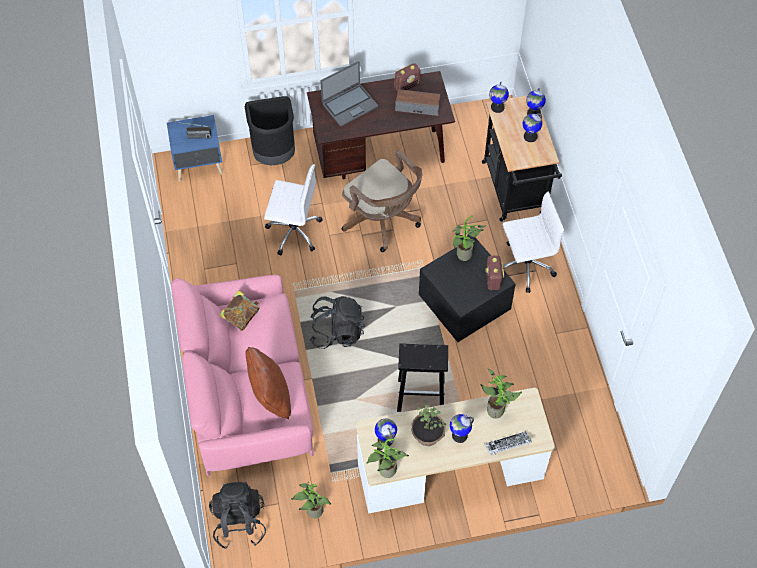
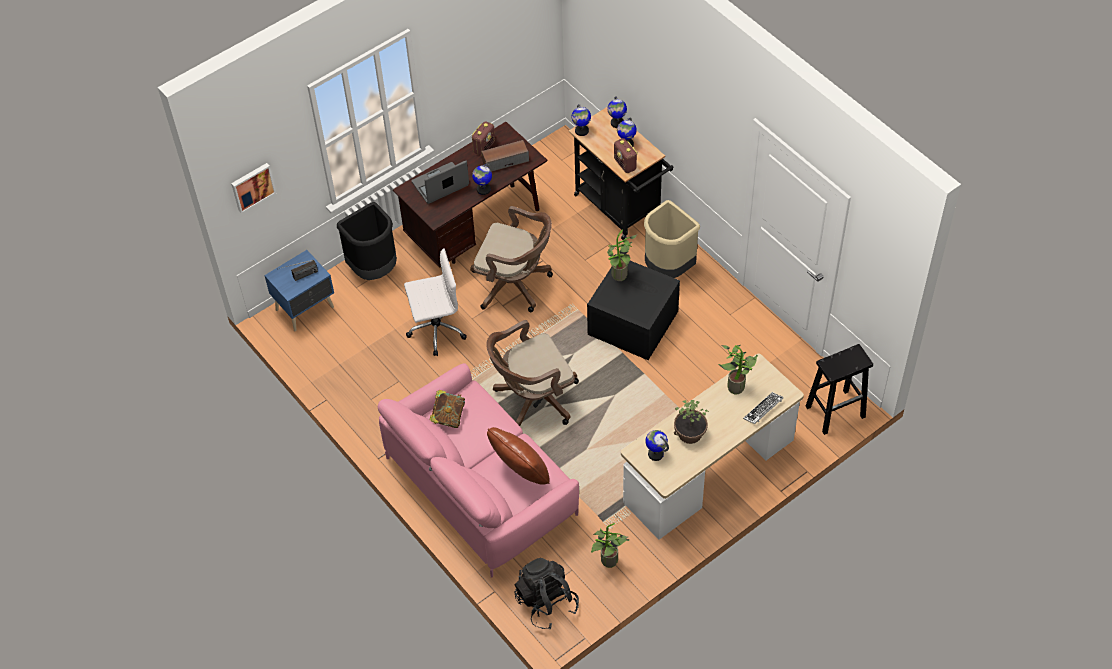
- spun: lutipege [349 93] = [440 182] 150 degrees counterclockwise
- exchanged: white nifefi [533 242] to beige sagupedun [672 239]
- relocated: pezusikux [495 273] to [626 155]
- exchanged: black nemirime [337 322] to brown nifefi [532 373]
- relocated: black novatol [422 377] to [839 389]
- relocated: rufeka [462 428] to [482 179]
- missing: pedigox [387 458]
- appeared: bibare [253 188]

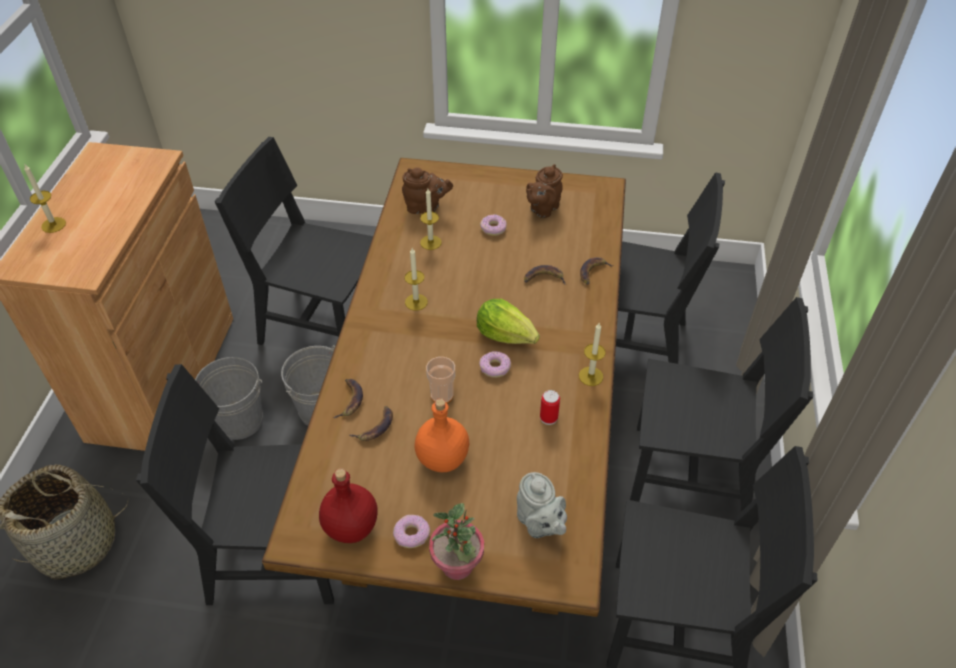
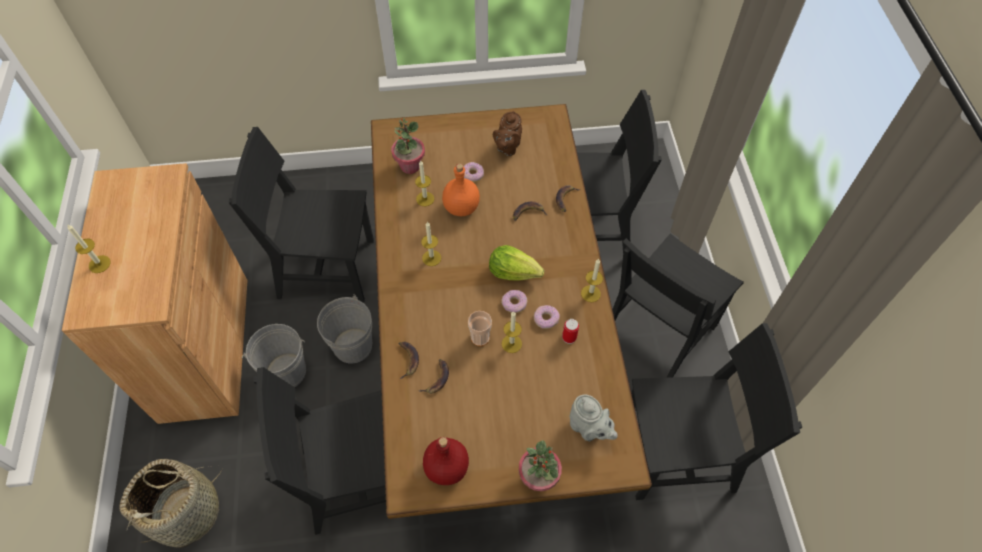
- exchanged: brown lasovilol [427 191] to pedigox [408 146]
- spun: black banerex [721 404] = [678 305] 135 degrees clockwise
- relocated: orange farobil [442 435] to [461 189]
- relocated: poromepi [411 531] to [547 317]
- appeared: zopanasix [512 332]

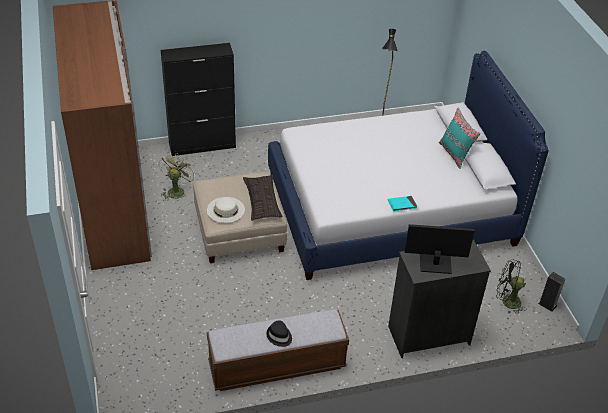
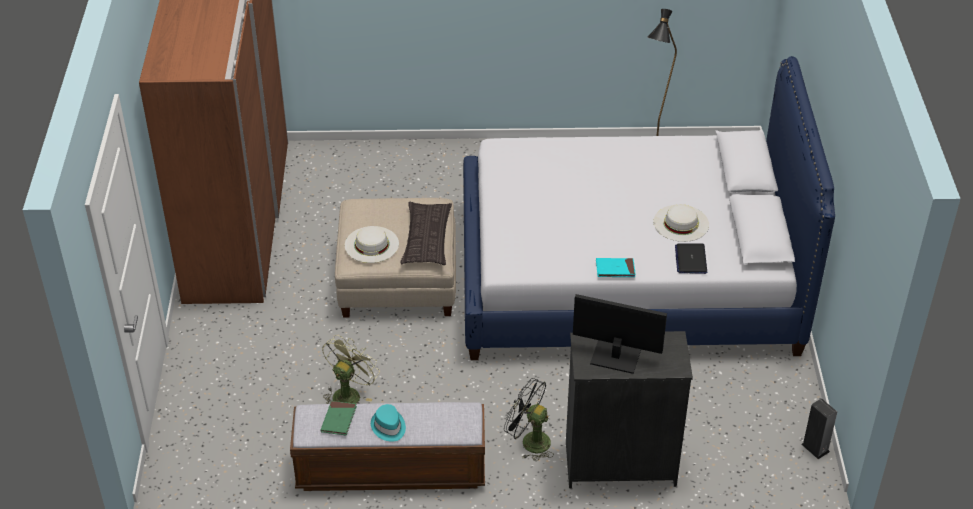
- missing: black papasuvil [198 99]
- missing: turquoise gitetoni [460 138]
- relocated: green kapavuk [177 177] to [351 369]
- relocated: black kapavuk [511 286] to [529 419]
- colour: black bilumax [279 333] to turquoise bilumax [388 423]
- appeared: white bilumax [681 223]
- appeared: lutipege [691 258]
- appeared: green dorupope [338 418]

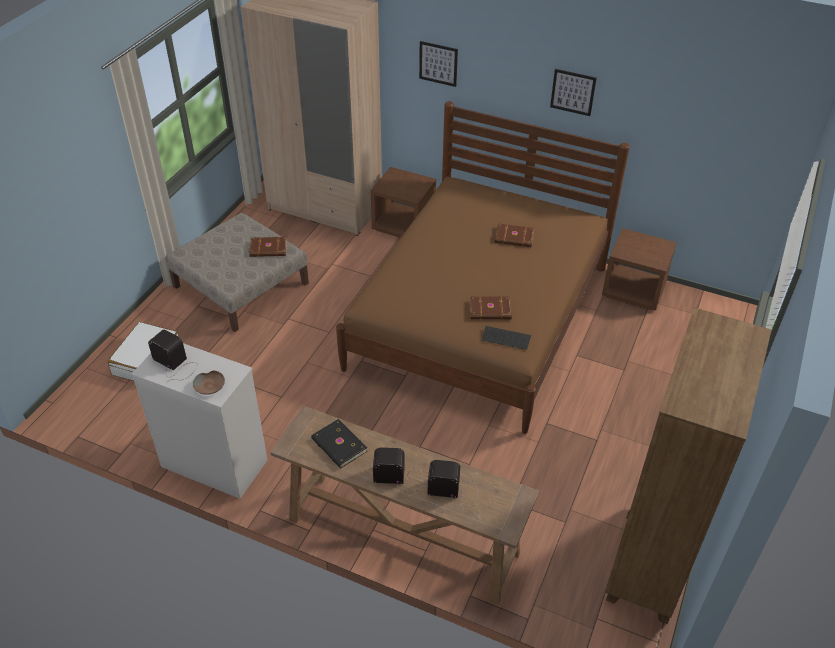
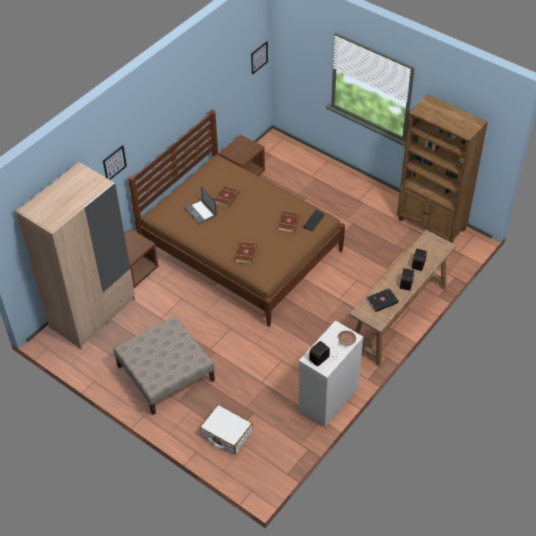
- relocated: bibare [573 92] to [259 58]
- relocated: brown dorupope [268 247] to [246 252]
- appeared: lutipege [201 205]

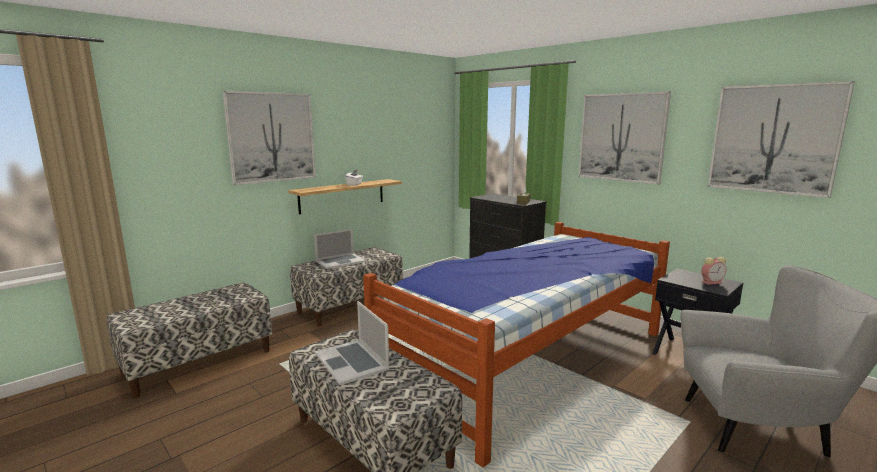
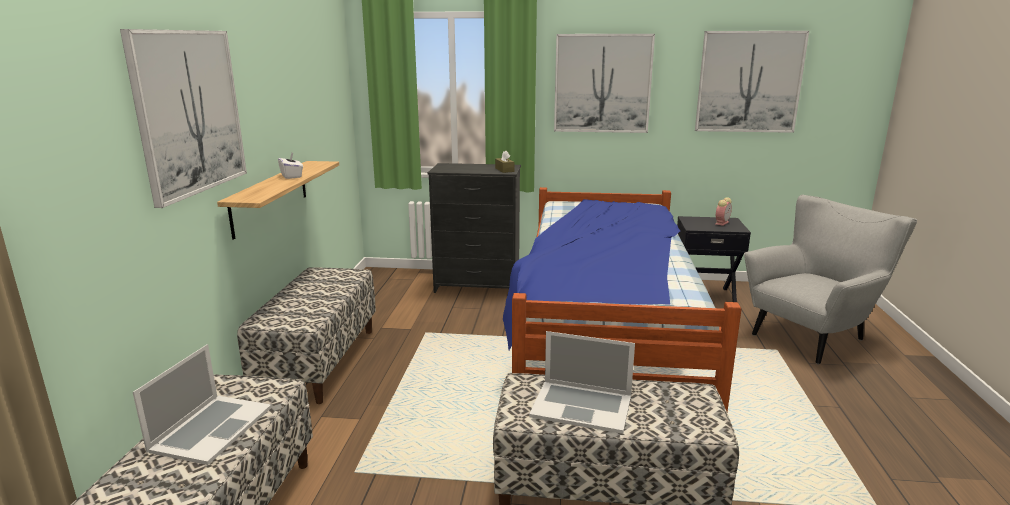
- relocated: lutipege [340 249] to [202 404]

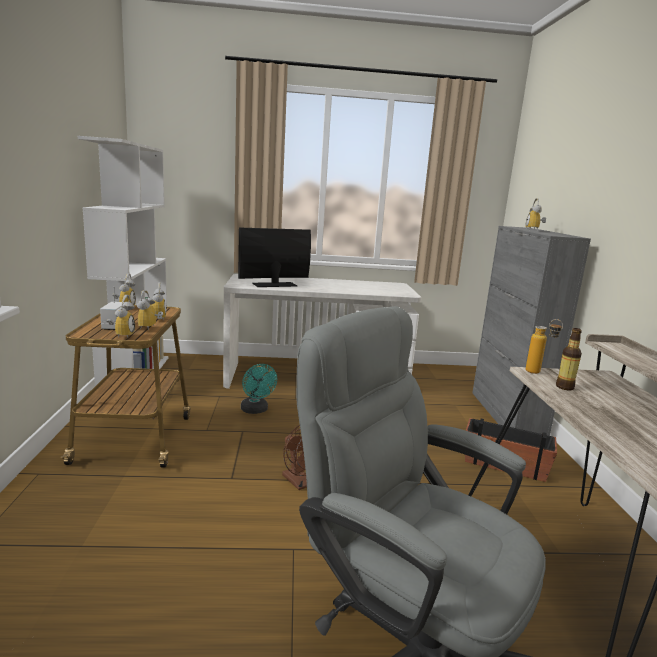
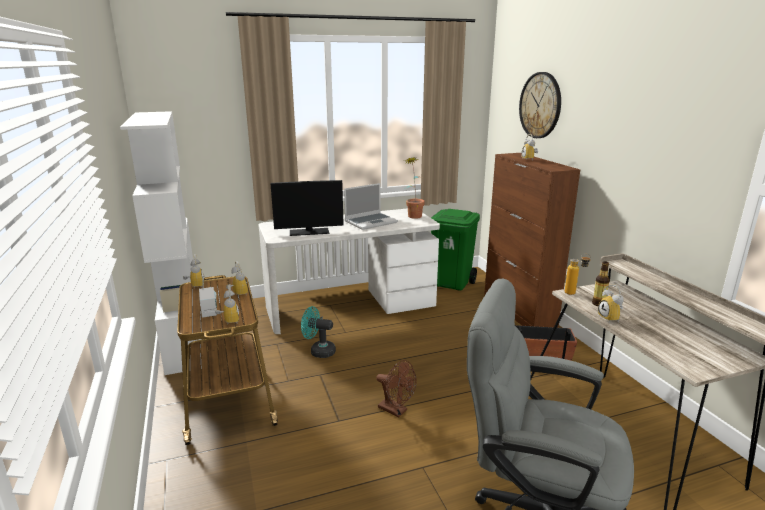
- colour: grey papasuvil [531 331] to brown papasuvil [532 240]
- spun: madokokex [274 257] = [307 208] 150 degrees counterclockwise
- relocated: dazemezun [150 310] to [611 303]
- spun: turquoise kapavuk [259 389] = [318 332] 150 degrees clockwise
- appeared: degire [540 105]
- appeared: pedigox [414 187]
- appeared: lutipege [371 206]
- appeared: green sagupedun [455 250]

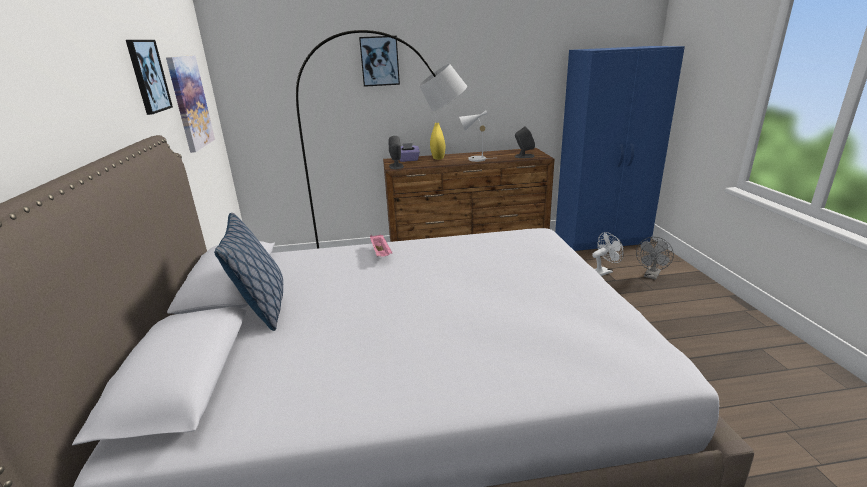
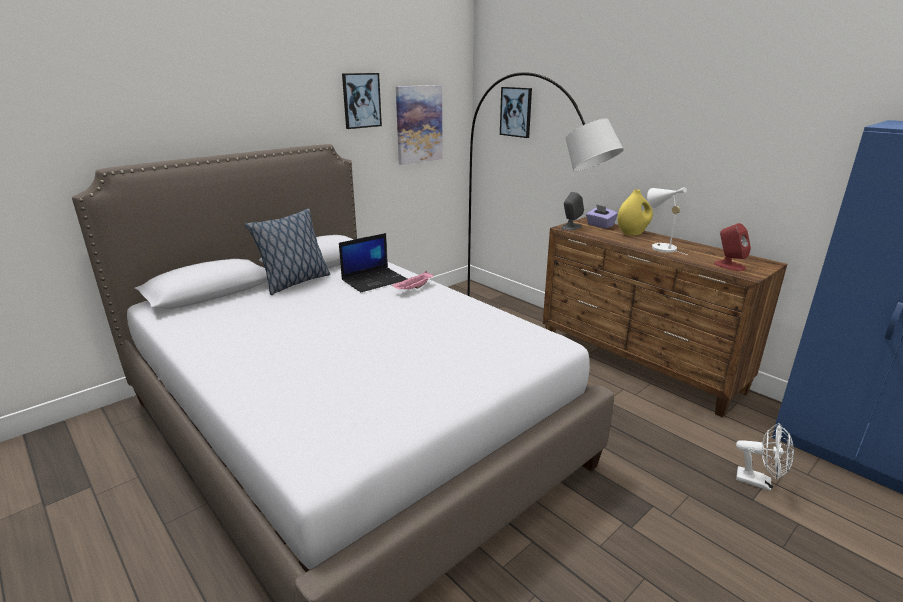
- relocated: bibare [379 61] to [516 112]
- colour: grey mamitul [525 142] to red mamitul [732 247]
- missing: grey kapavuk [655 258]
- appeared: lutipege [373 262]

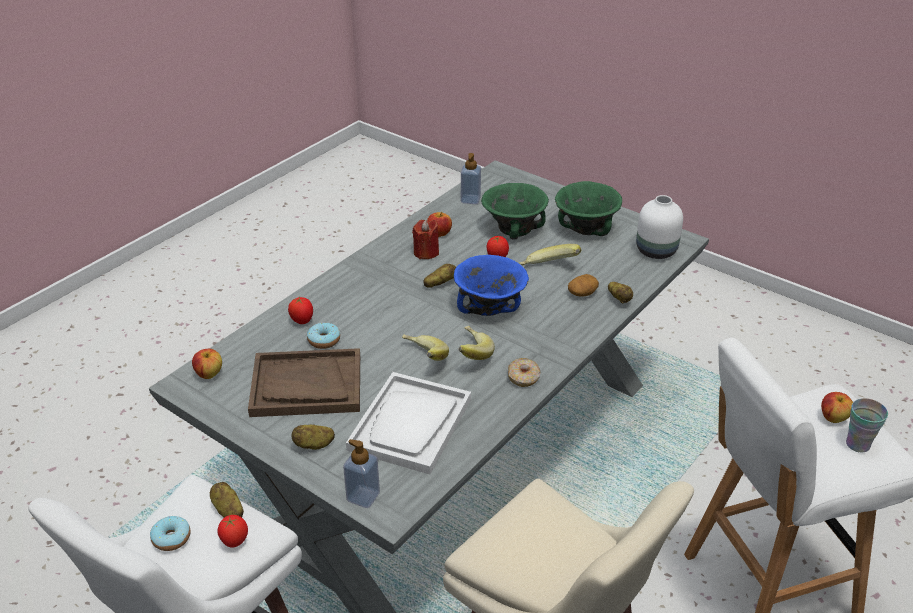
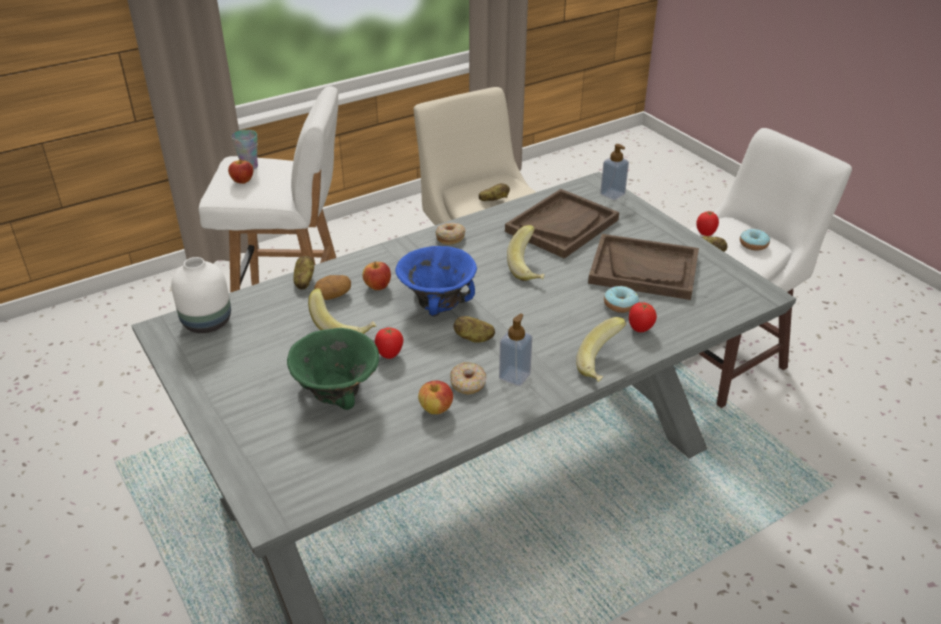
- relocated: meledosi [471 178] to [515 349]
- missing: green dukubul [588 208]
- exchanged: red zopanasix [425 239] to poromepi [468 378]
- relocated: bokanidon [476 343] to [601 349]
- relocated: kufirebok [207 364] to [376 275]
- colour: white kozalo [408 423] to brown kozalo [562 224]
- relocated: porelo [313 437] to [494 192]

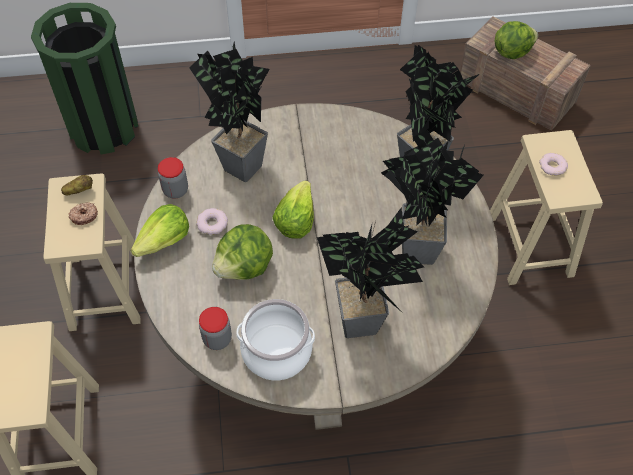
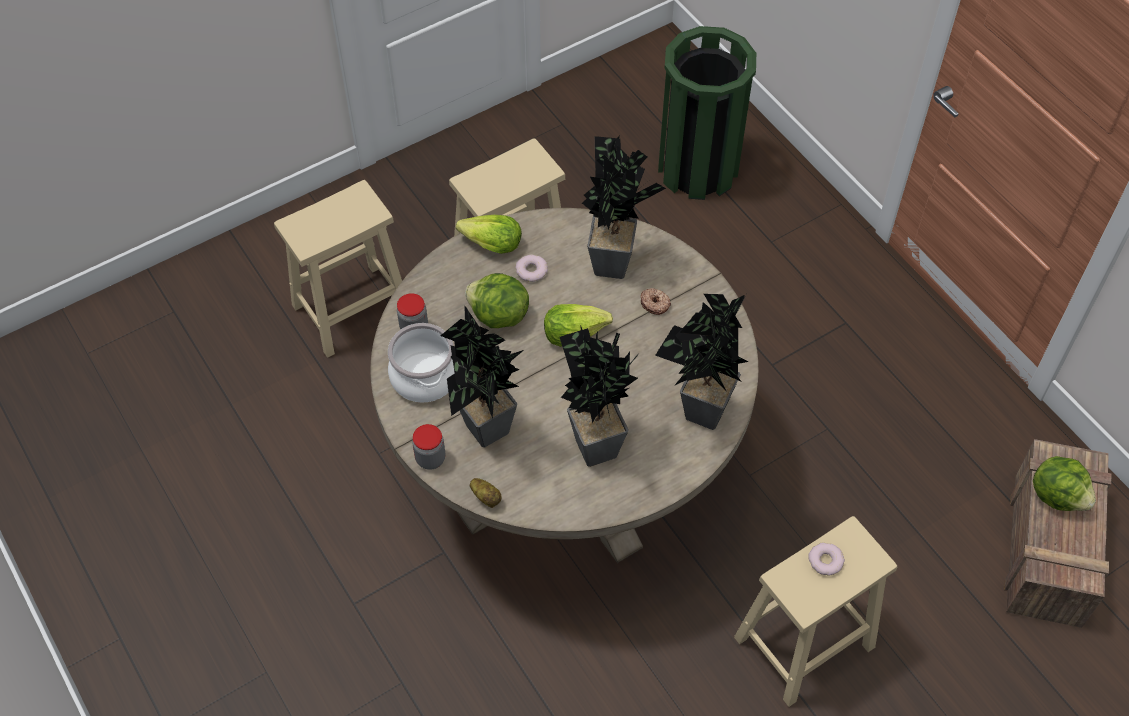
- relocated: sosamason [173 178] to [428 447]
- relocated: porelo [77 185] to [485 493]
- relocated: poromepi [83 213] to [656 301]

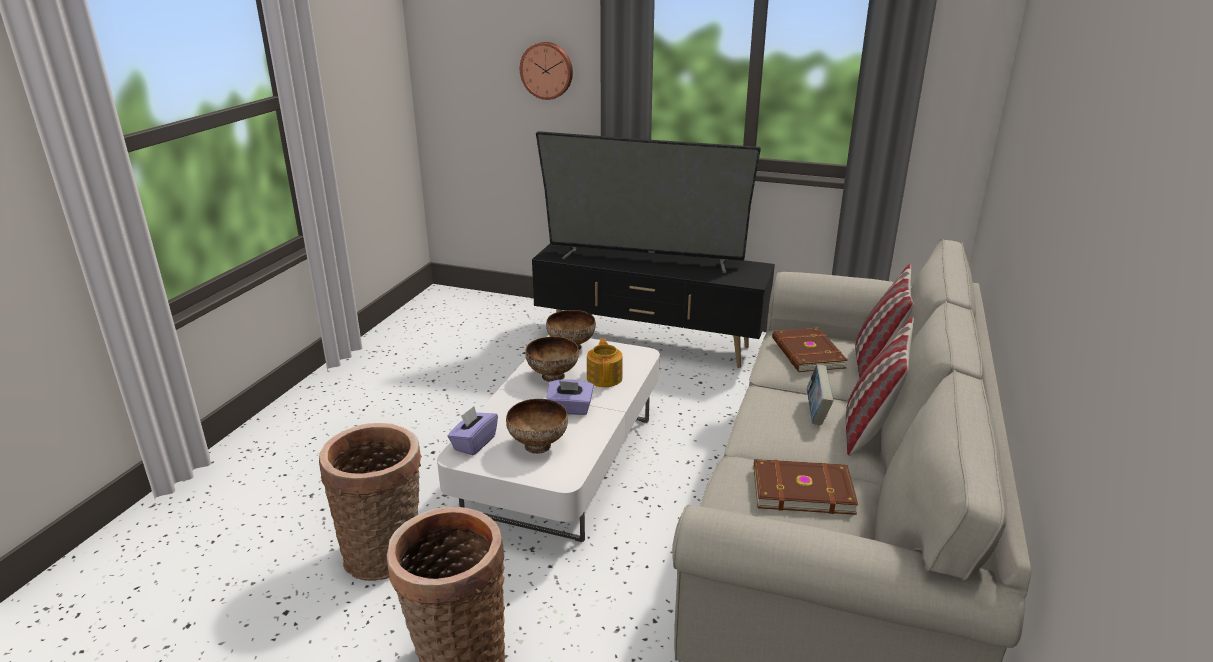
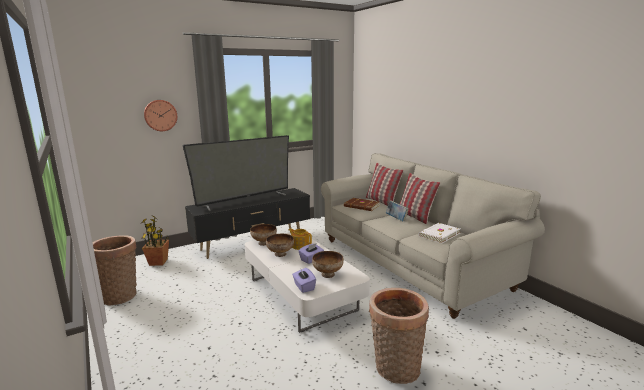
- relocated: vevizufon [370 502] to [114 270]
- colour: brown dorupope [805 487] to white dorupope [439 233]
- appeared: pedigox [155 241]

